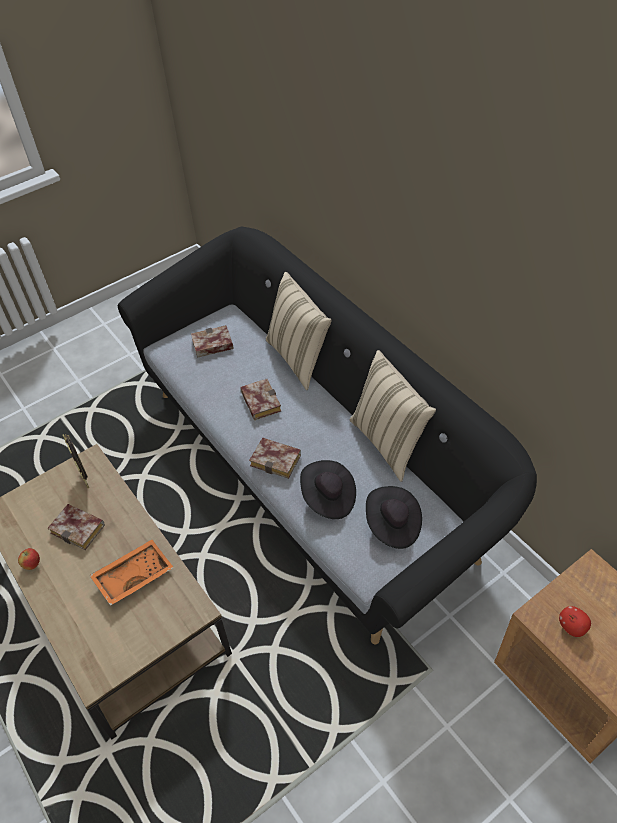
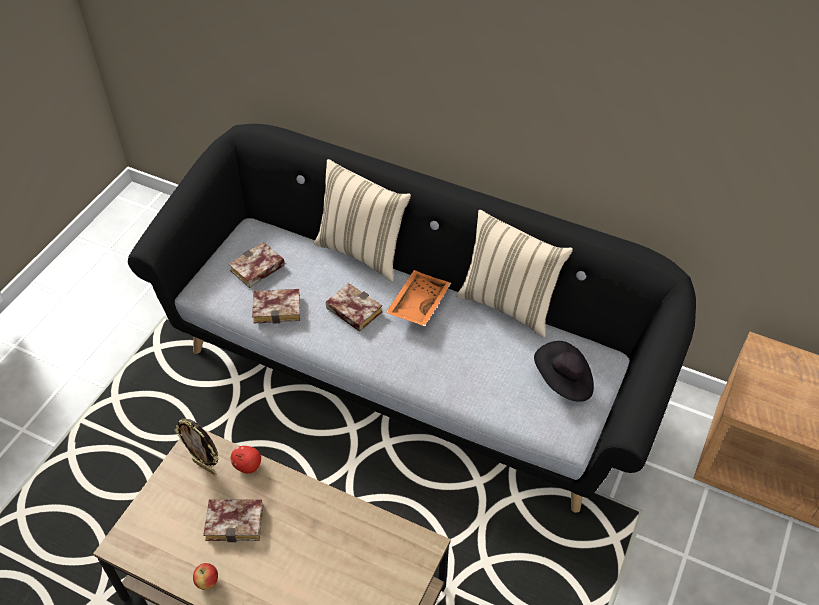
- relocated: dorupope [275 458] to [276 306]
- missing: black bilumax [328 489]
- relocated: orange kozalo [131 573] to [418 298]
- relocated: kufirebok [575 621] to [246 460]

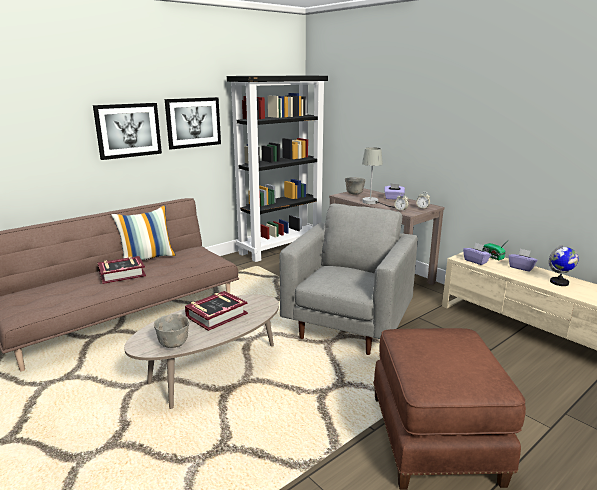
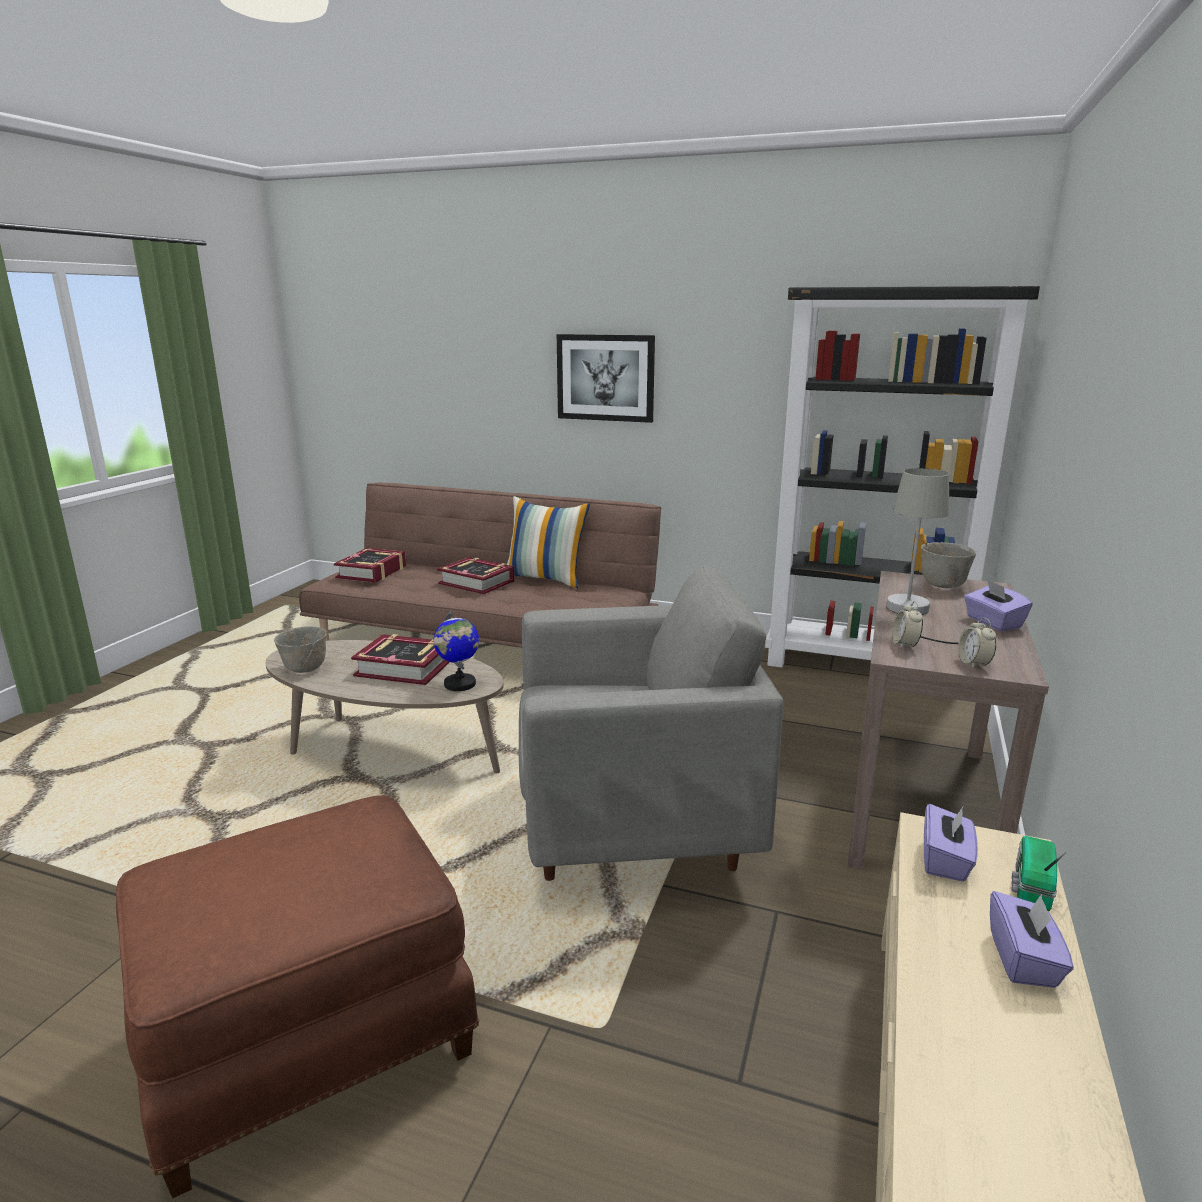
- missing: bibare [193 123]
- relocated: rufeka [564 265] to [456 650]
- appeared: dorupope [370 565]

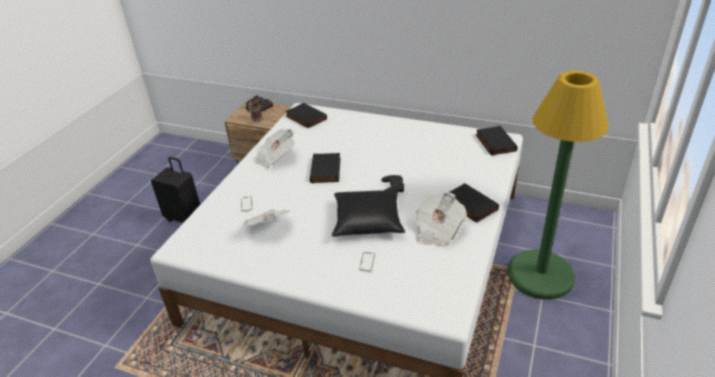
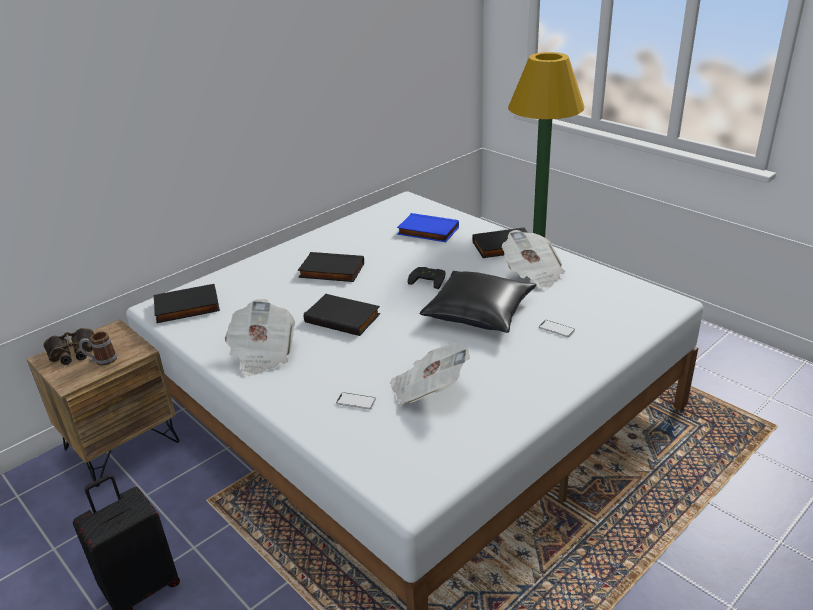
- relocated: black dorupope [496 140] to [331 267]
- appeared: blue dorupope [428 227]

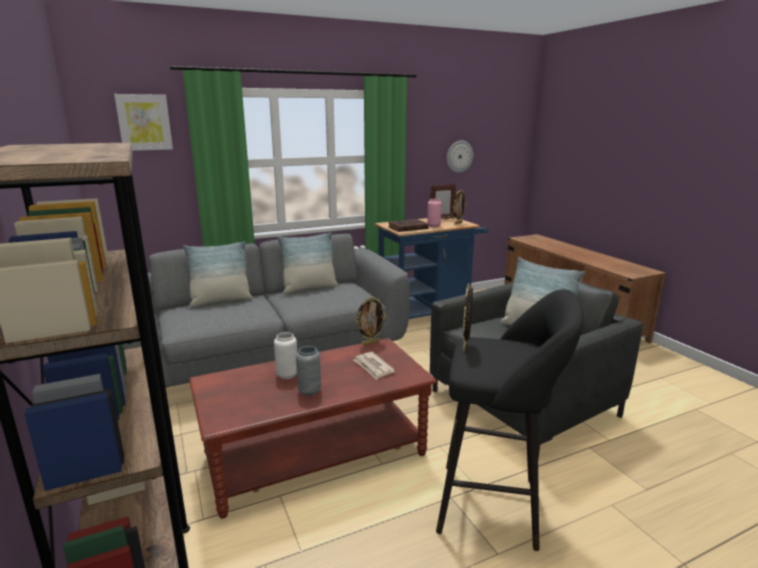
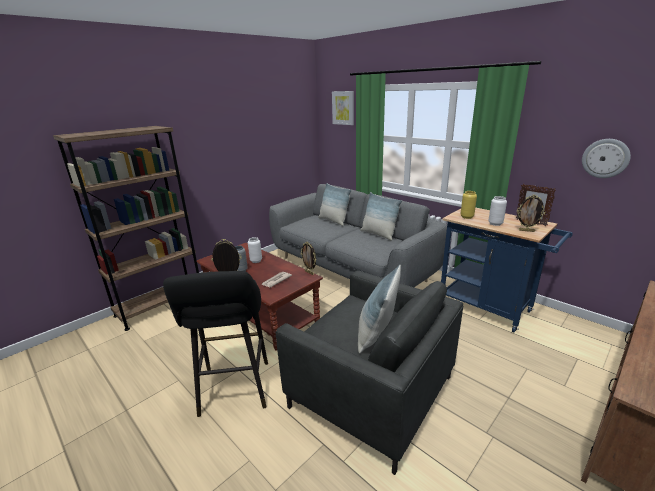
- colour: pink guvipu [434 213] to white guvipu [497 211]
- exchanged: brown dorupope [408 225] to yellow guvipu [468 205]

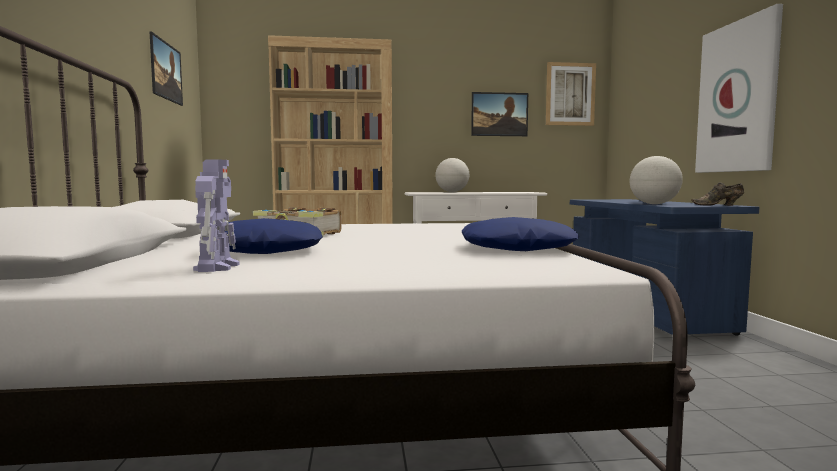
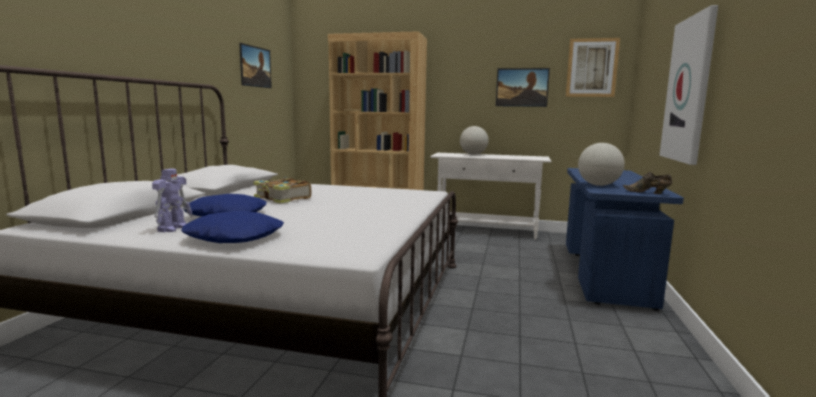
- relocated: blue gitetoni [520 234] to [232 227]

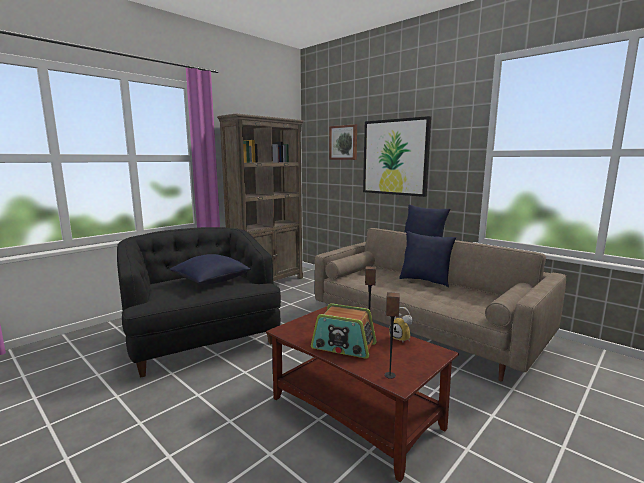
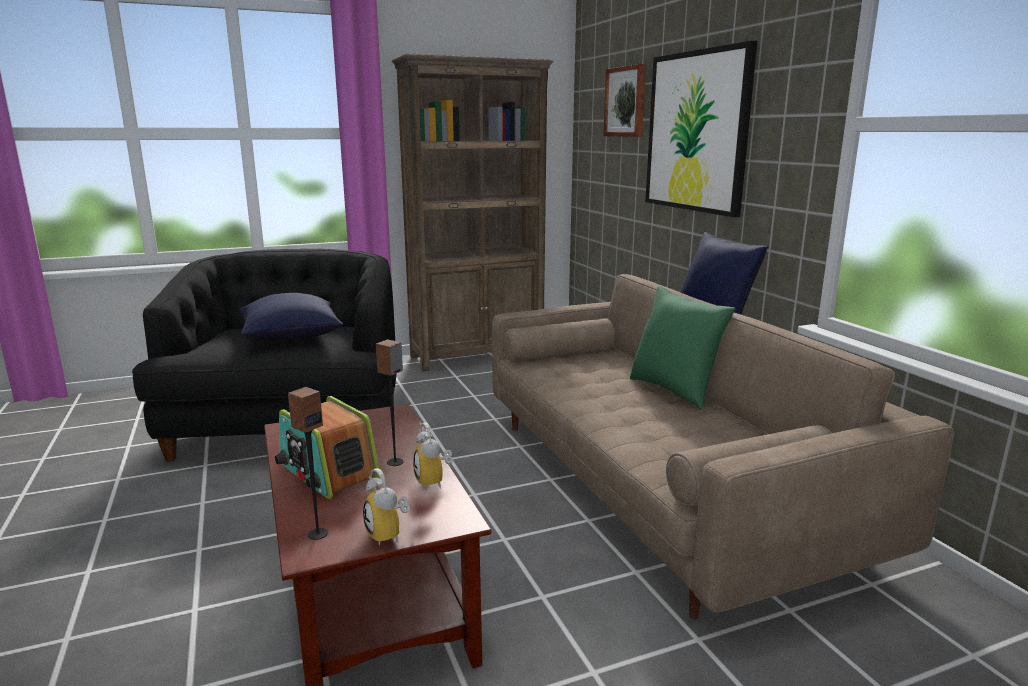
- colour: blue gitetoni [427 259] to green gitetoni [682 348]
- appeared: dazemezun [386 506]

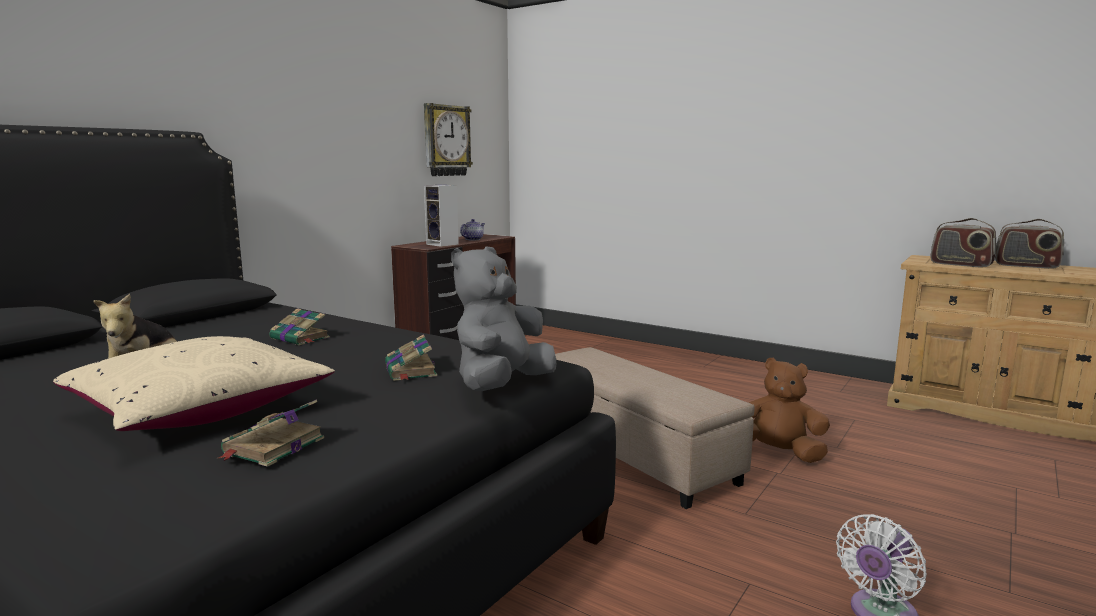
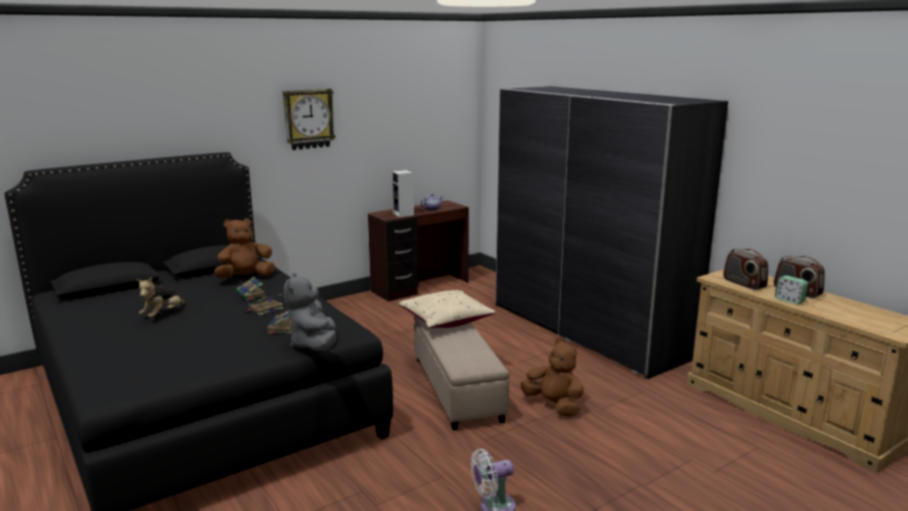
- relocated: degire [448 139] to [309 119]
- spun: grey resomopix [503 318] = [310 312] 60 degrees counterclockwise
- relocated: beige gitetoni [194 383] to [447 309]
- relocated: dorupope [270 433] to [265 305]
- appeared: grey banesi [612 232]
- appeared: brown resomopix [244 248]
- appeared: dazemezun [791 290]

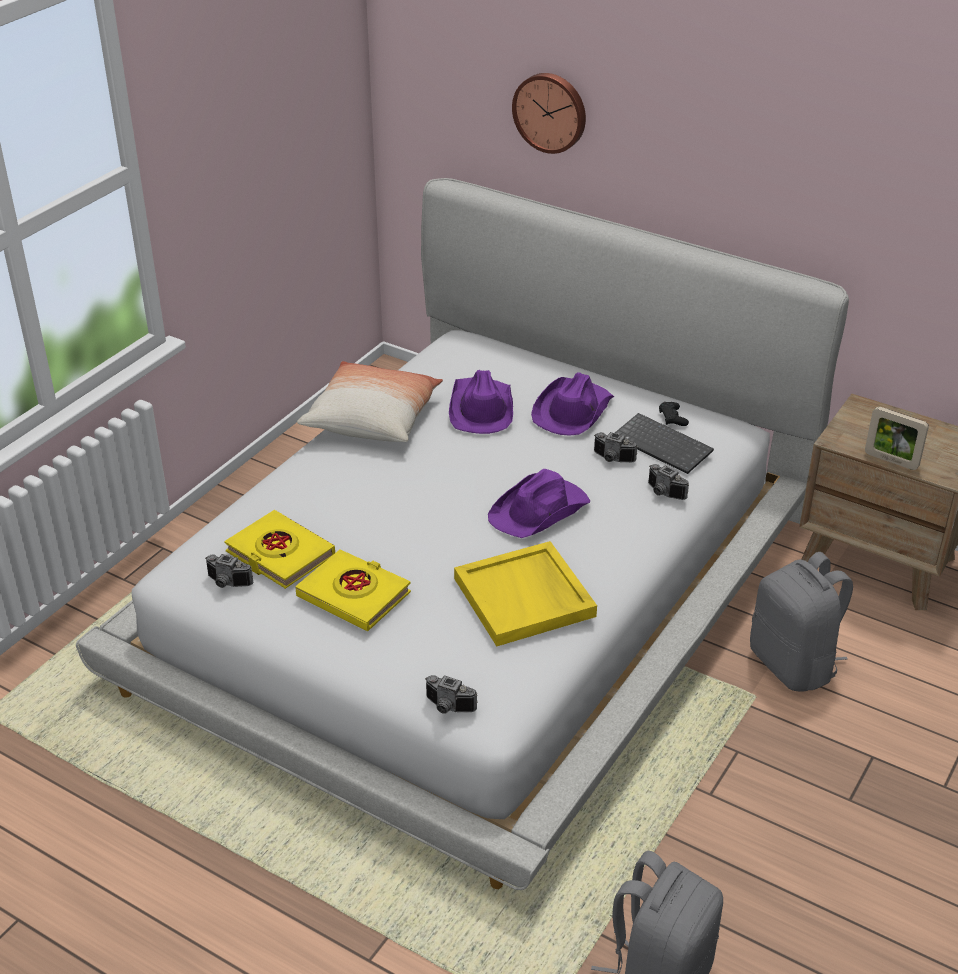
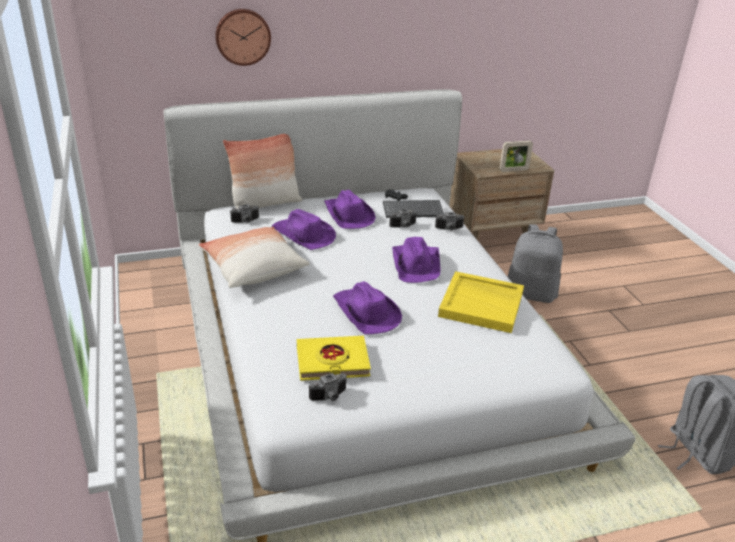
- missing: yellow dorupope [353 590]
- relocated: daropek [451 694] to [244 213]
- appeared: gitetoni [262 171]
- appeared: purple bilumax [367 307]

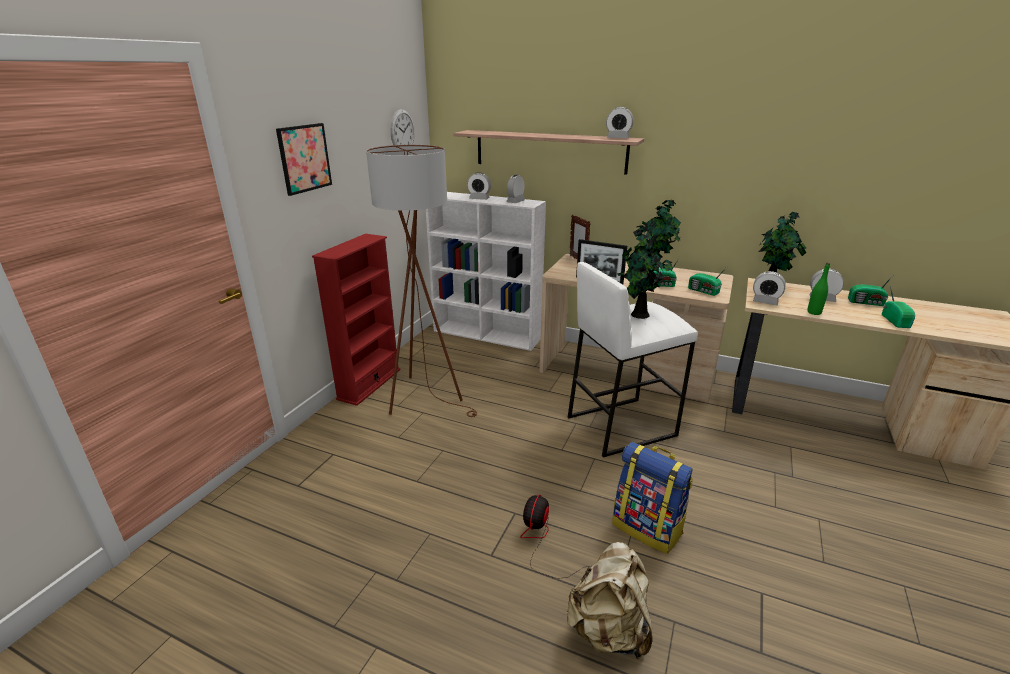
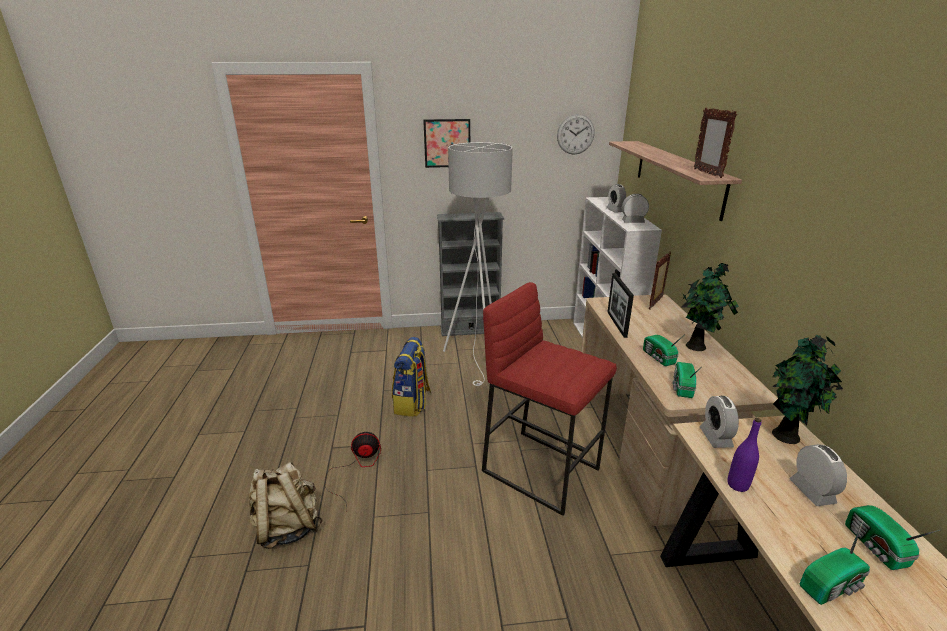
- exchanged: dazemezun [620 122] to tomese [715 143]
- colour: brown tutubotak [421 281] to white tutubotak [478 264]
- missing: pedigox [645 273]
- colour: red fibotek [356 320] to grey fibotek [470 274]
- colour: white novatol [633 359] to red novatol [549 399]
- colour: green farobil [818 289] to purple farobil [744 455]
- relocated: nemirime [652 498] to [411 377]

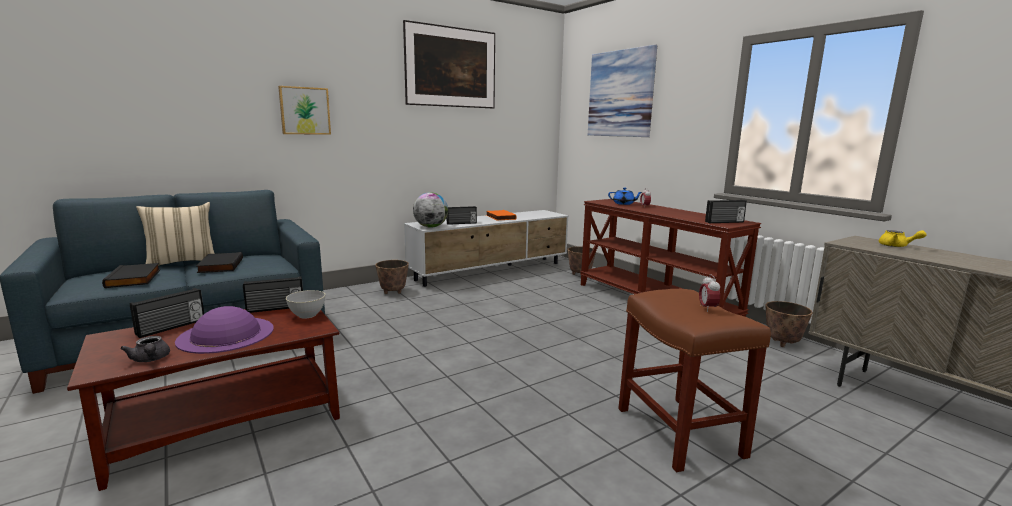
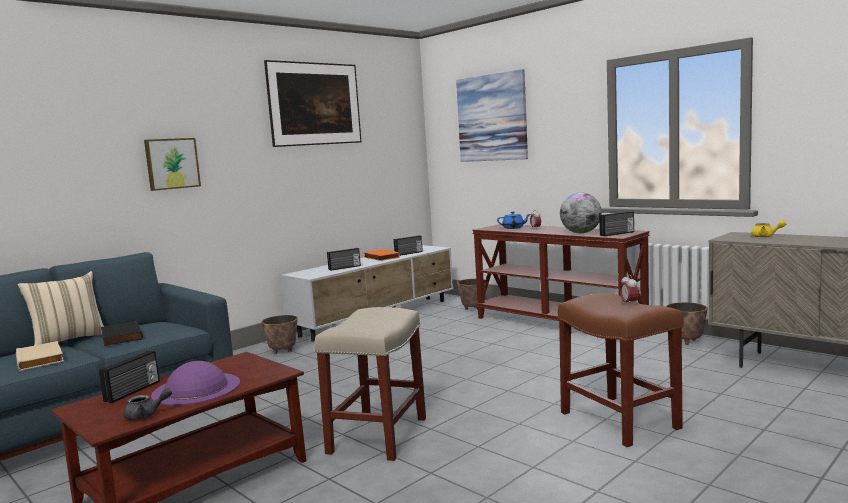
- relocated: rufeka [430 210] to [581 213]
- colour: black dorupope [131 275] to beige dorupope [40 356]
- relocated: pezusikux [273 294] to [408 245]
- missing: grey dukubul [305 304]
- spun: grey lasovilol [145 349] = [148 404] 60 degrees counterclockwise
- appeared: beige novatol [370 384]

